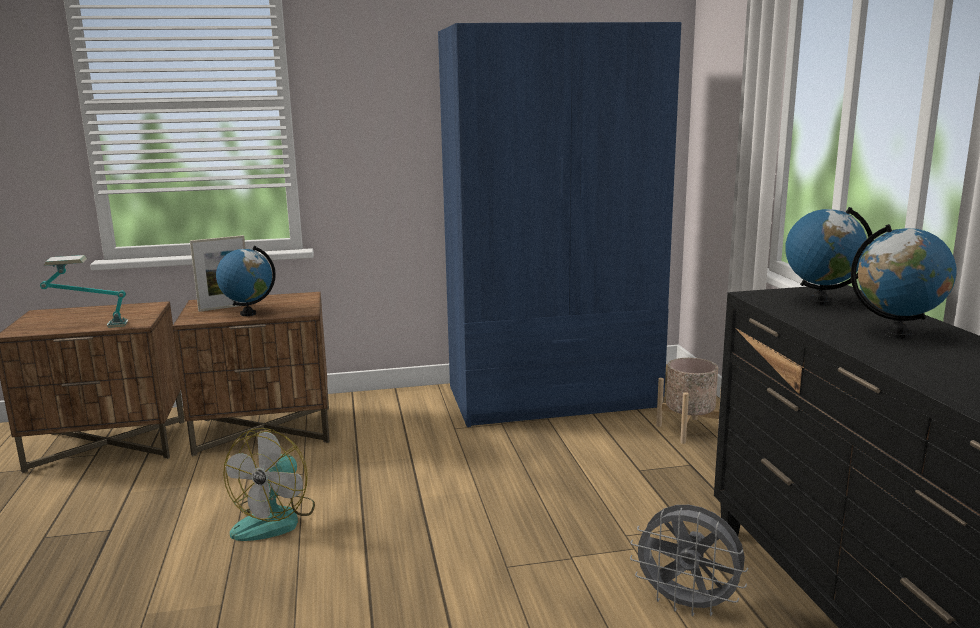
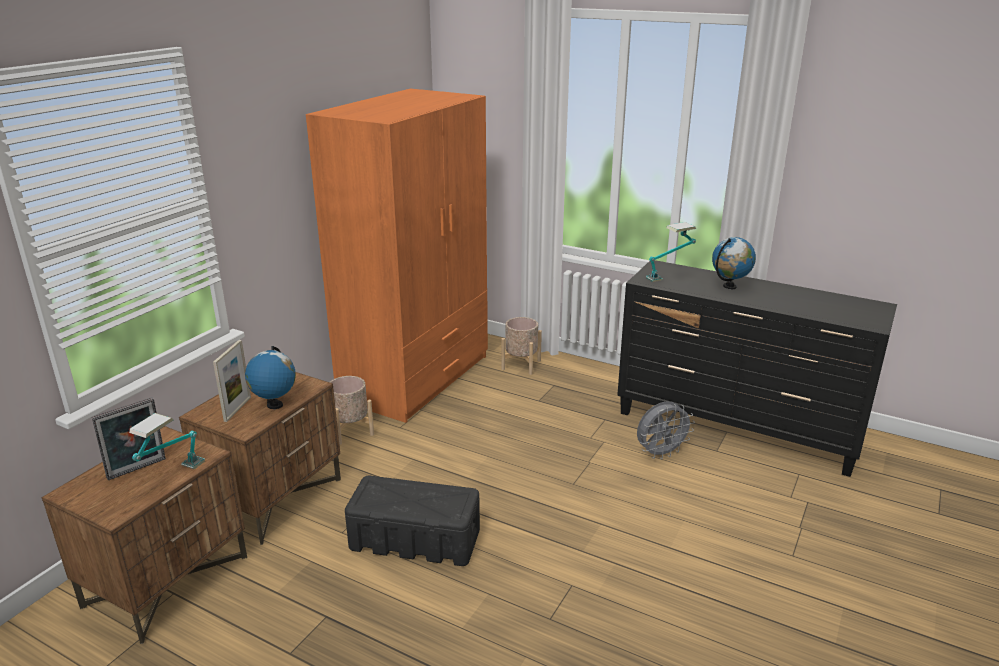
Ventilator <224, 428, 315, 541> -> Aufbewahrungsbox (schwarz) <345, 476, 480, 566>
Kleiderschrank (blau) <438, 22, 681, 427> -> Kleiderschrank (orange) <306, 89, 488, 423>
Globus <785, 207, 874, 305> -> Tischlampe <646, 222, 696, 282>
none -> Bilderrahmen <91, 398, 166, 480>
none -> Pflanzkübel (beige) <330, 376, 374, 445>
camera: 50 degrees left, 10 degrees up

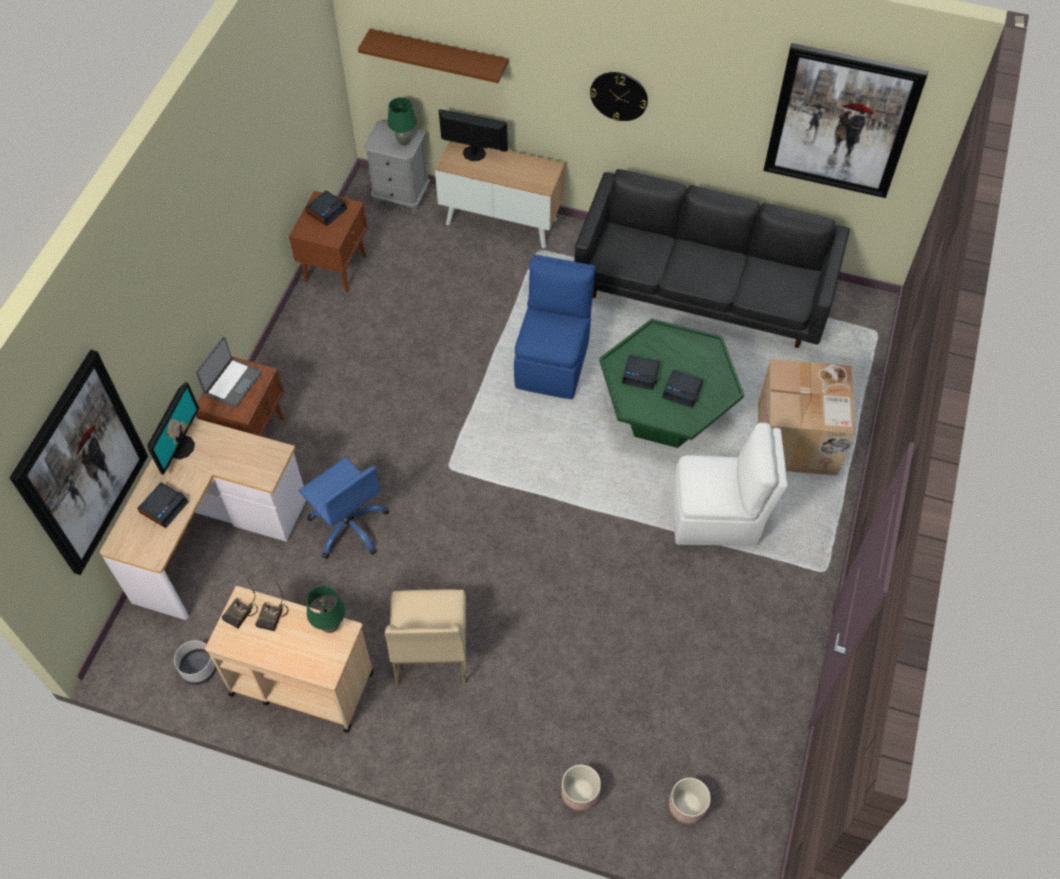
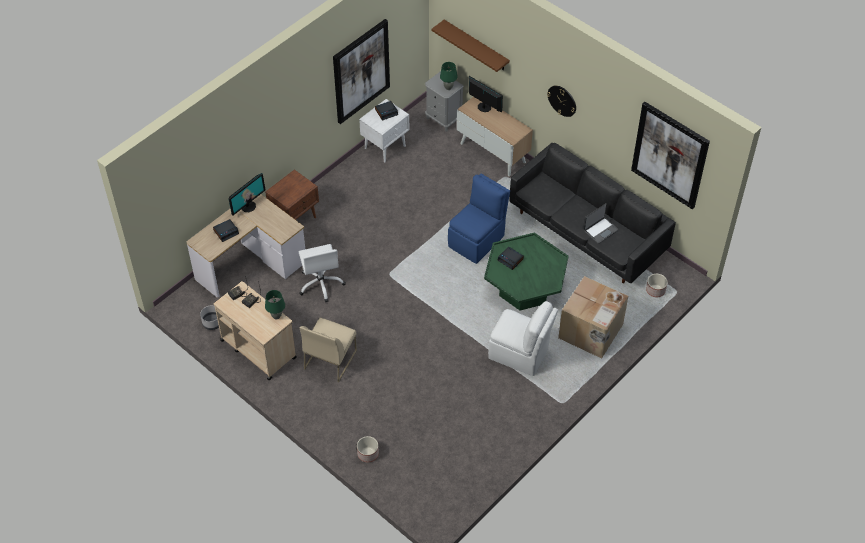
Bild <10, 350, 148, 575> -> Bild <333, 19, 390, 124>, relocated
Laptop <196, 336, 262, 408> -> Laptop <584, 203, 619, 244>, relocated
Nachttisch (braun) <289, 191, 368, 292> -> Nachttisch (weiß) <359, 99, 410, 162>
Bürostuhl (blau) <299, 457, 389, 559> -> Bürostuhl (weiß) <299, 244, 346, 302>
Wecker <662, 370, 703, 408> -> none
Pflanzkübel <669, 778, 711, 824> -> Pflanzkübel <646, 274, 667, 297>, relocated
camera: 25 degrees right, 5 degrees down

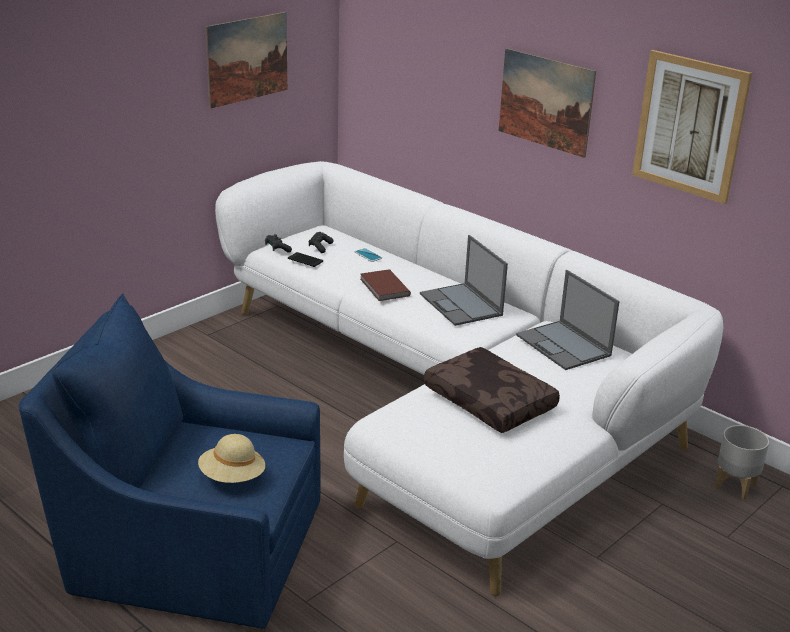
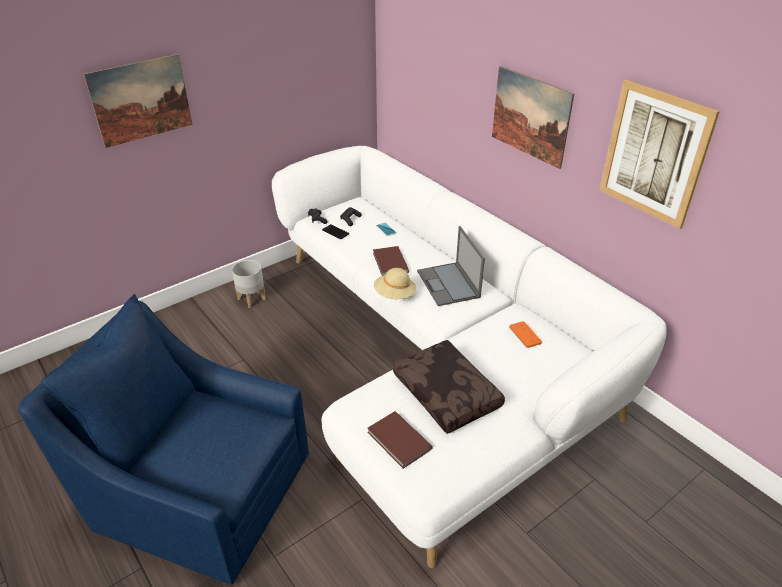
Hut (beige) <198, 434, 265, 483> -> Hut (beige) <374, 268, 416, 299>, relocated
Bild <206, 12, 287, 108> -> Bild <84, 54, 193, 148>, relocated
Laptop <516, 270, 620, 370> -> Gamepad (orange) <509, 321, 542, 348>
Pflanzkübel (grau) <714, 425, 769, 500> -> Pflanzkübel (grau) <232, 260, 266, 308>, relocated
none -> Buch (braun) <367, 411, 433, 469>
camera: 10 degrees right, 10 degrees up

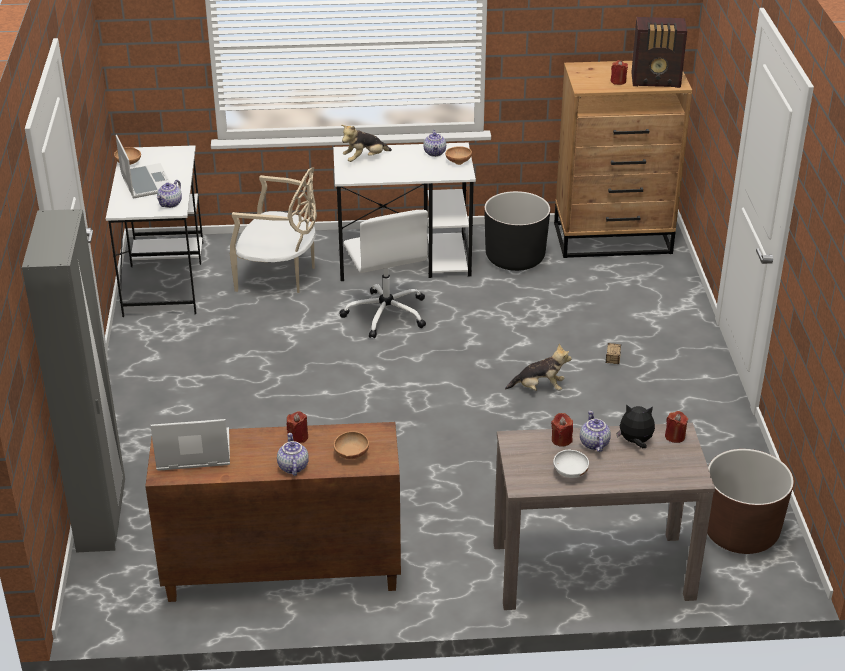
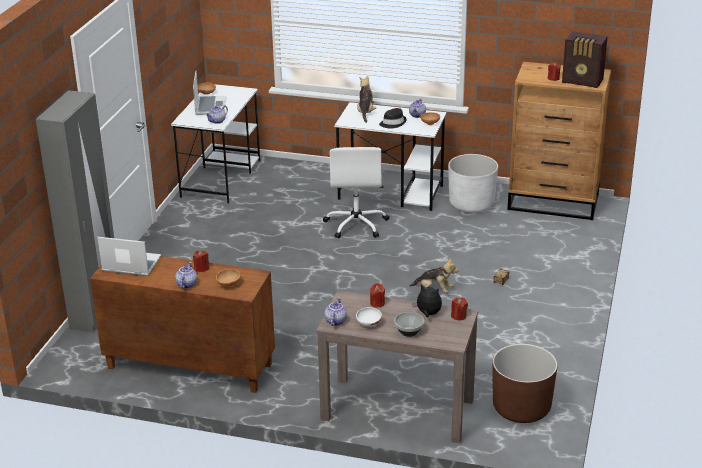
Stuhl (beige) <230, 167, 317, 293> -> none
Plüschtier <342, 125, 392, 162> -> Plüschtier <357, 75, 377, 123>, 105 degrees clockwise
Pflanzkübel (schwarz) <484, 191, 550, 271> -> Pflanzkübel (weiß) <448, 154, 498, 213>
Teekanne <580, 411, 611, 452> -> Teekanne <324, 297, 347, 326>, relocated
none -> Hut (schwarz) <379, 108, 406, 128>
none -> Schüssel <394, 312, 424, 337>
camera: 20 degrees right, 5 degrees down

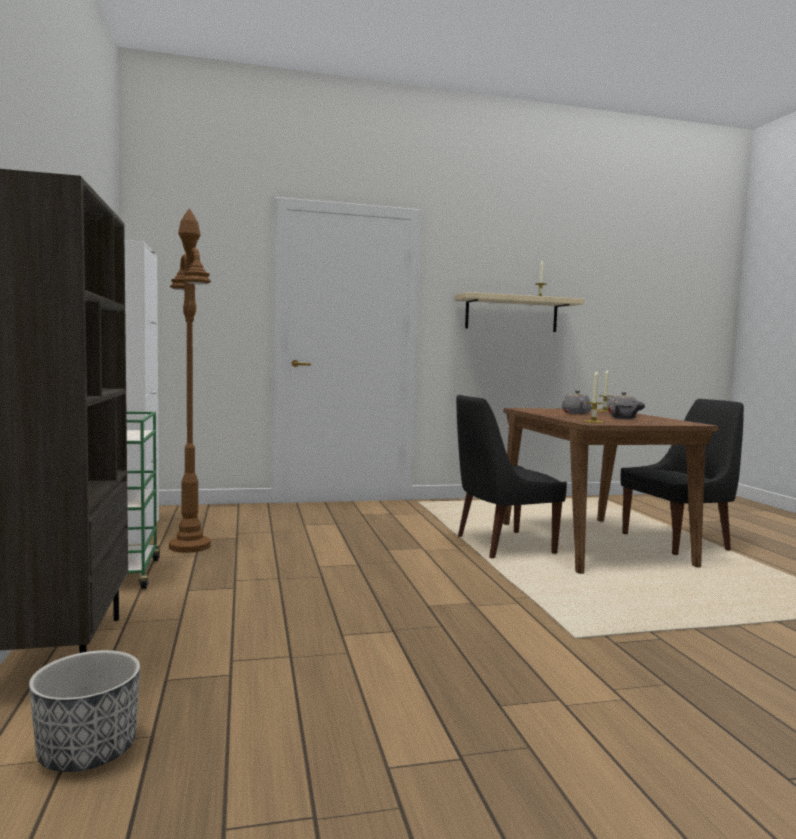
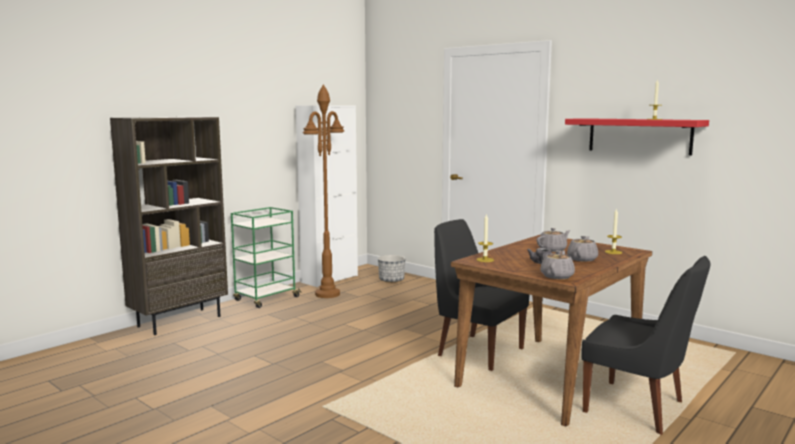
Pflanzkübel <29, 650, 140, 772> -> Pflanzkübel <378, 255, 406, 283>, relocated
Wandregal (beige) <455, 292, 584, 332> -> Wandregal (rot) <565, 118, 709, 155>
none -> Teekanne (grau) <540, 250, 575, 279>
camera: 55 degrees right, 5 degrees up

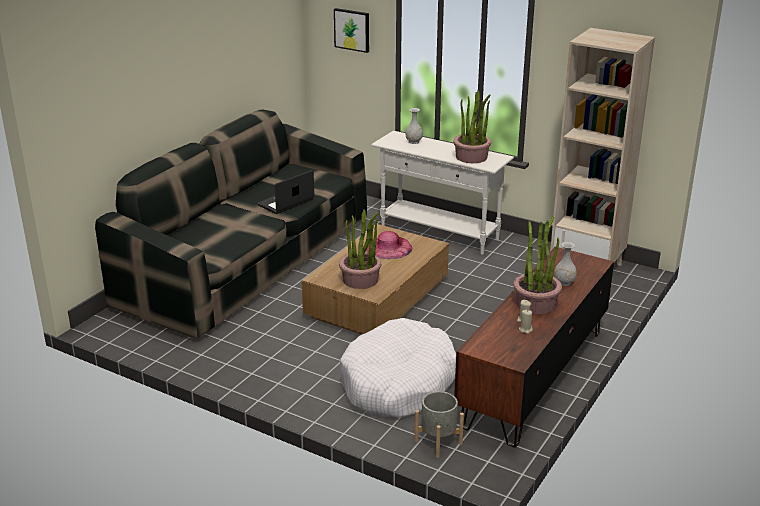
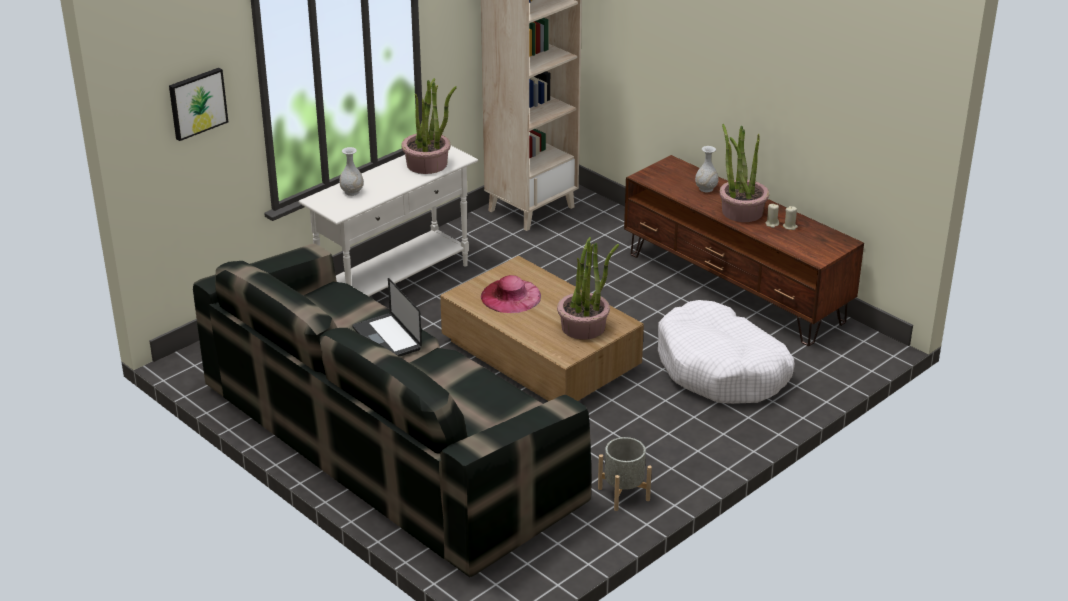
Pflanzkübel (grau) <415, 391, 464, 458> -> Pflanzkübel (grau) <598, 437, 652, 511>, relocated
camera: 75 degrees left, 5 degrees up

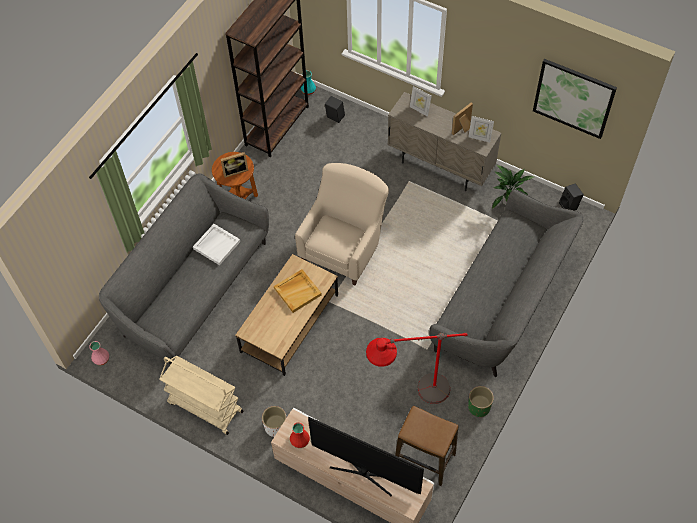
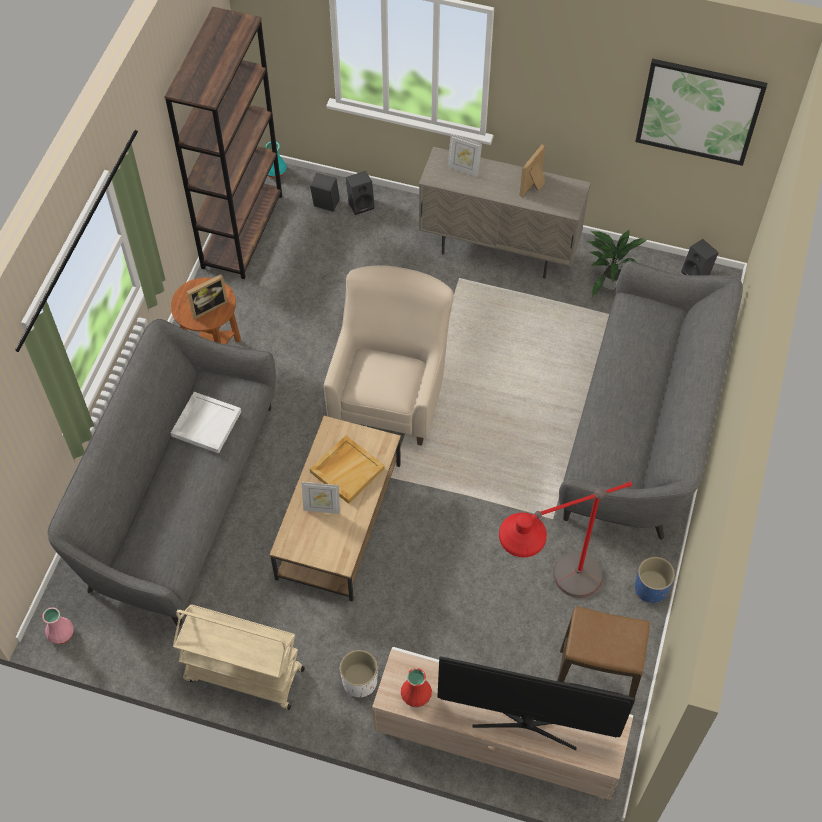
Bilderrahmen <468, 116, 494, 143> -> Bilderrahmen <301, 482, 340, 514>, relocated
Pflanzkübel (grün) <468, 386, 494, 417> -> Pflanzkübel (blau) <635, 557, 675, 603>
none -> Lautsprecher (schwarz) <346, 171, 375, 215>
camera: 15 degrees left, 0 degrees up

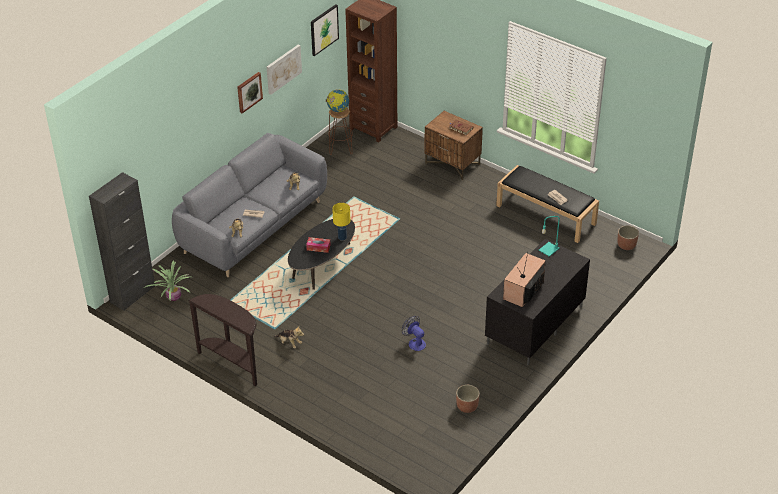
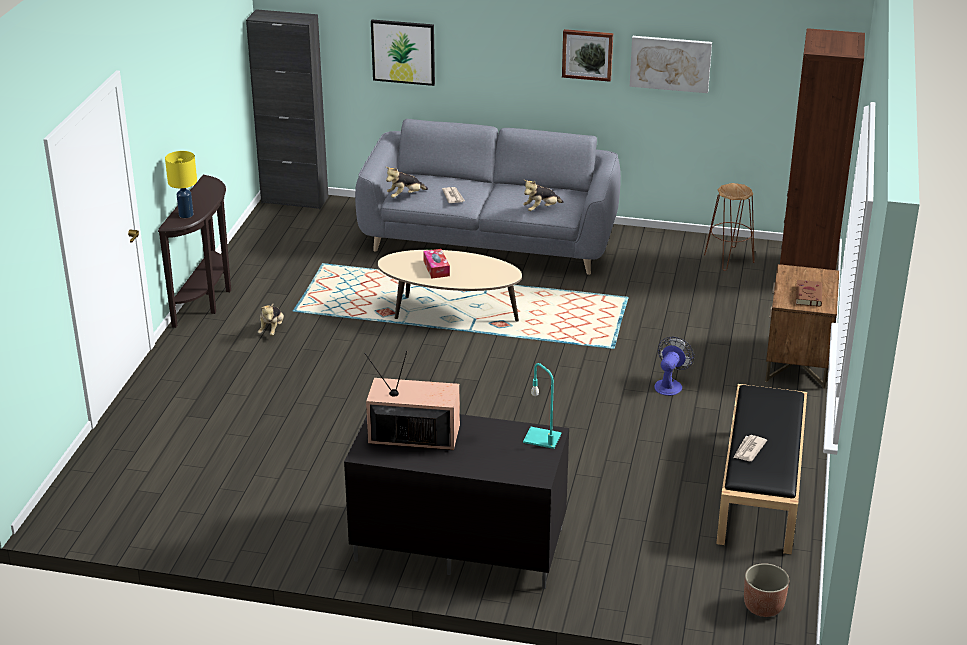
Topfpflanze <144, 260, 191, 301> -> none
Couchtisch (schwarz) <288, 219, 355, 290> -> Couchtisch (beige) <378, 250, 522, 322>
Bild <311, 4, 339, 56> -> Bild <371, 20, 435, 86>, relocated
Globus <326, 89, 349, 112> -> none
Tischlampe (gelb) <332, 203, 350, 240> -> Tischlampe (gelb) <165, 151, 197, 218>, relocated
Ventilator <402, 316, 426, 351> -> Ventilator <654, 336, 694, 396>, relocated
Pflanzkübel <456, 385, 480, 413> -> none
camera: 65 degrees right, 10 degrees down

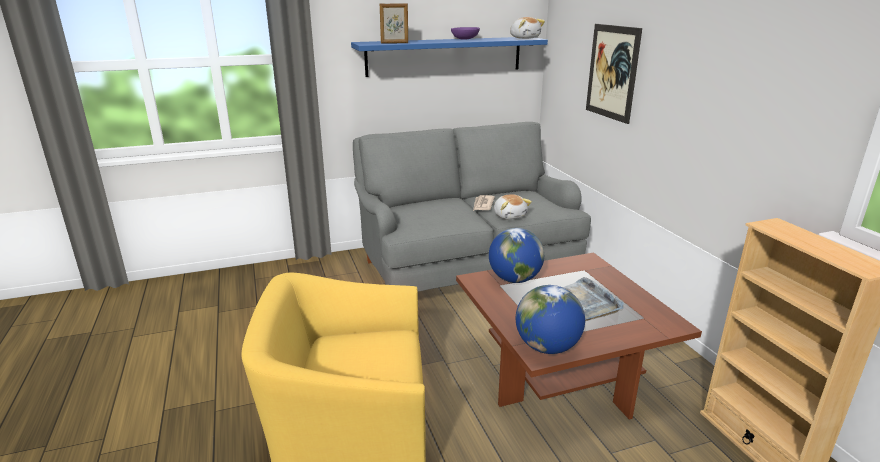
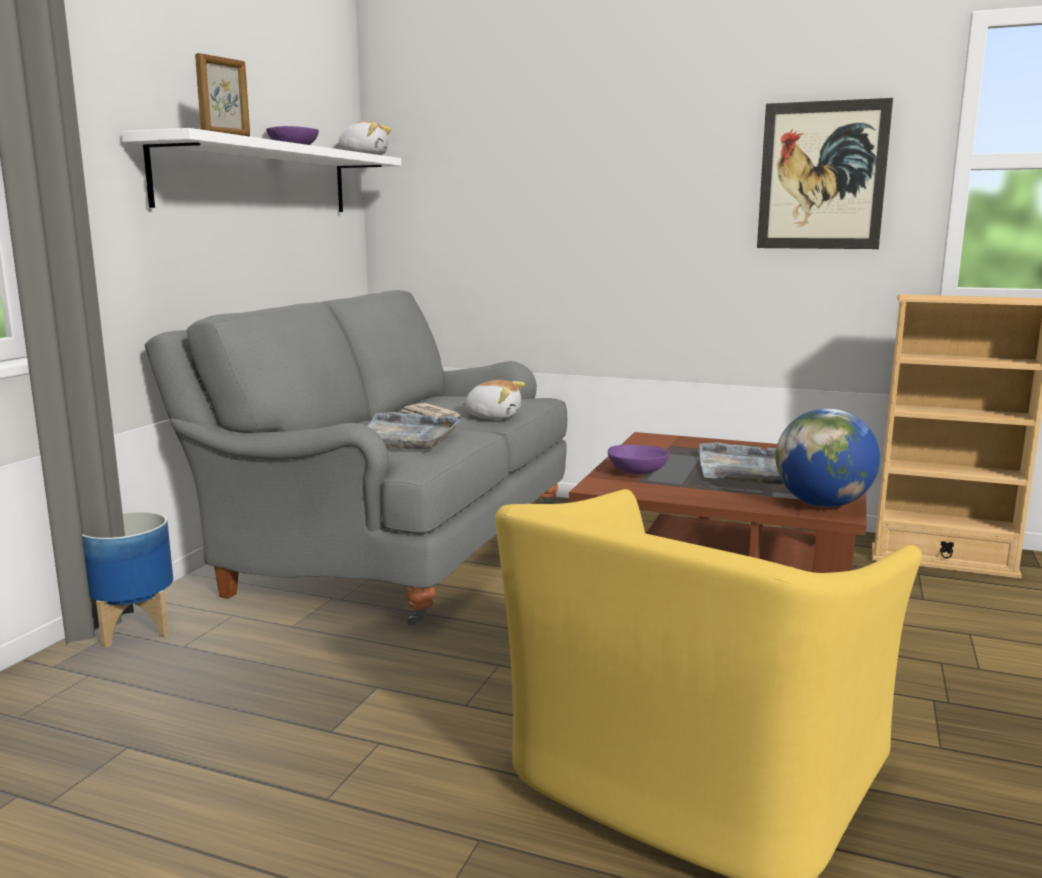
Wandregal (blau) <351, 37, 548, 77> -> Wandregal (weiß) <122, 128, 401, 212>
Globus <489, 228, 544, 283> -> Schüssel (lila) <608, 445, 670, 474>
Bild <586, 24, 642, 124> -> Bild <757, 98, 893, 249>, relocated
none -> Pflanzkübel <82, 511, 173, 648>
none -> Tablett (grau) <368, 412, 462, 449>
camera: 50 degrees left, 10 degrees down

